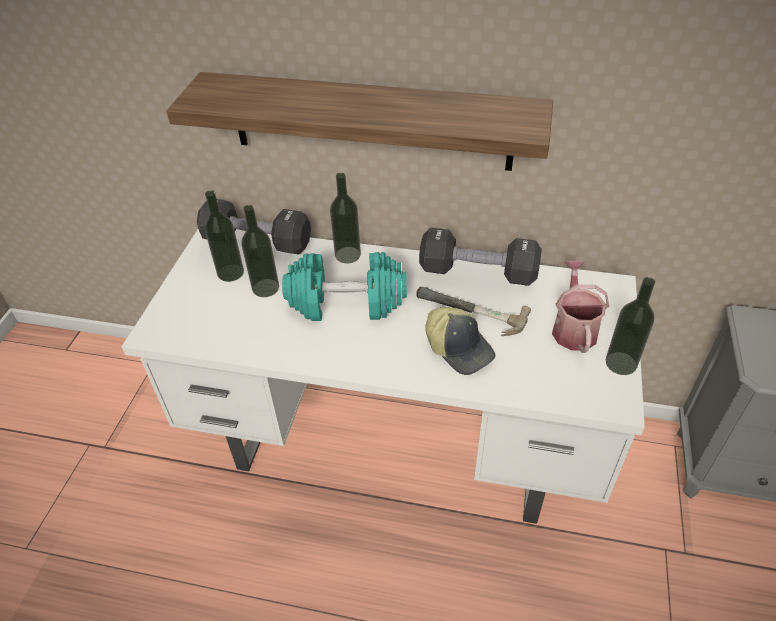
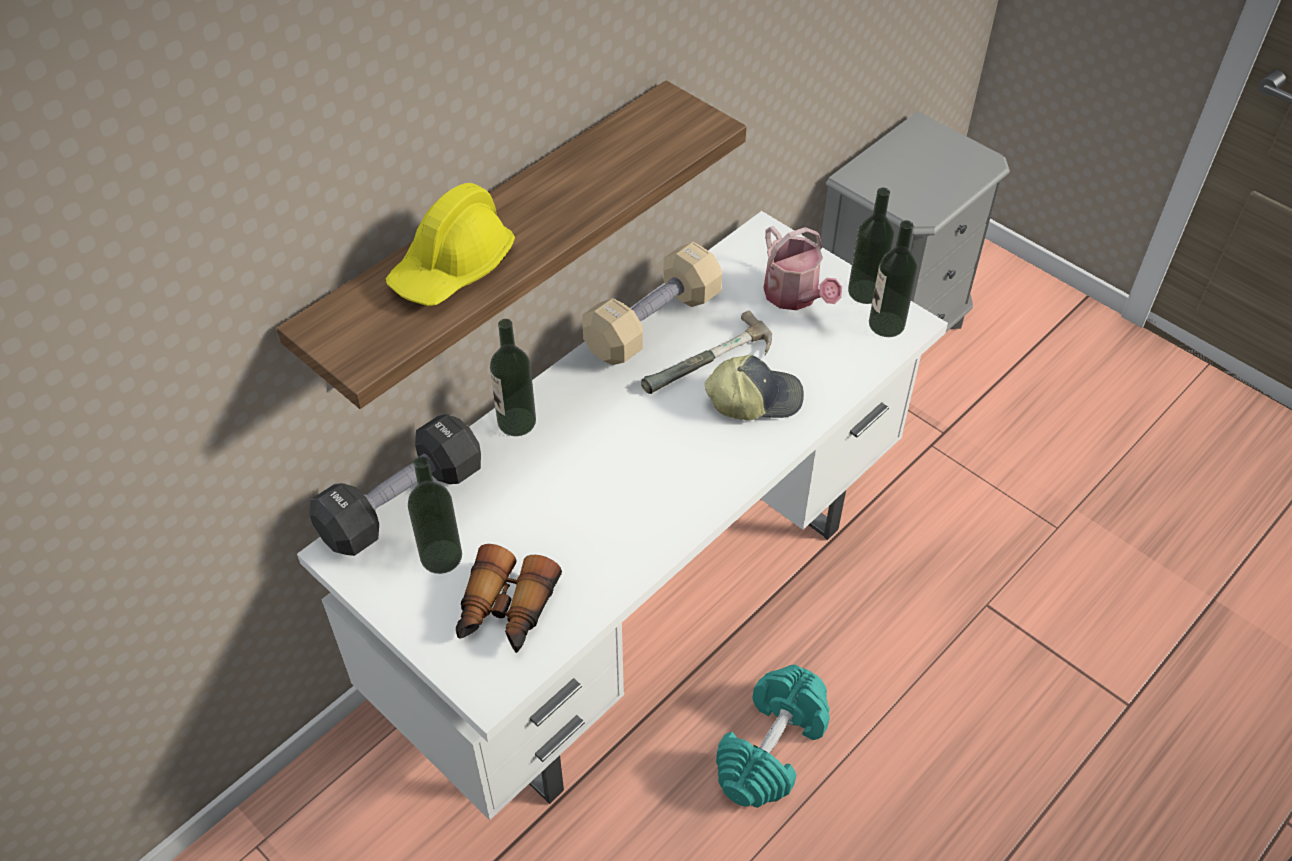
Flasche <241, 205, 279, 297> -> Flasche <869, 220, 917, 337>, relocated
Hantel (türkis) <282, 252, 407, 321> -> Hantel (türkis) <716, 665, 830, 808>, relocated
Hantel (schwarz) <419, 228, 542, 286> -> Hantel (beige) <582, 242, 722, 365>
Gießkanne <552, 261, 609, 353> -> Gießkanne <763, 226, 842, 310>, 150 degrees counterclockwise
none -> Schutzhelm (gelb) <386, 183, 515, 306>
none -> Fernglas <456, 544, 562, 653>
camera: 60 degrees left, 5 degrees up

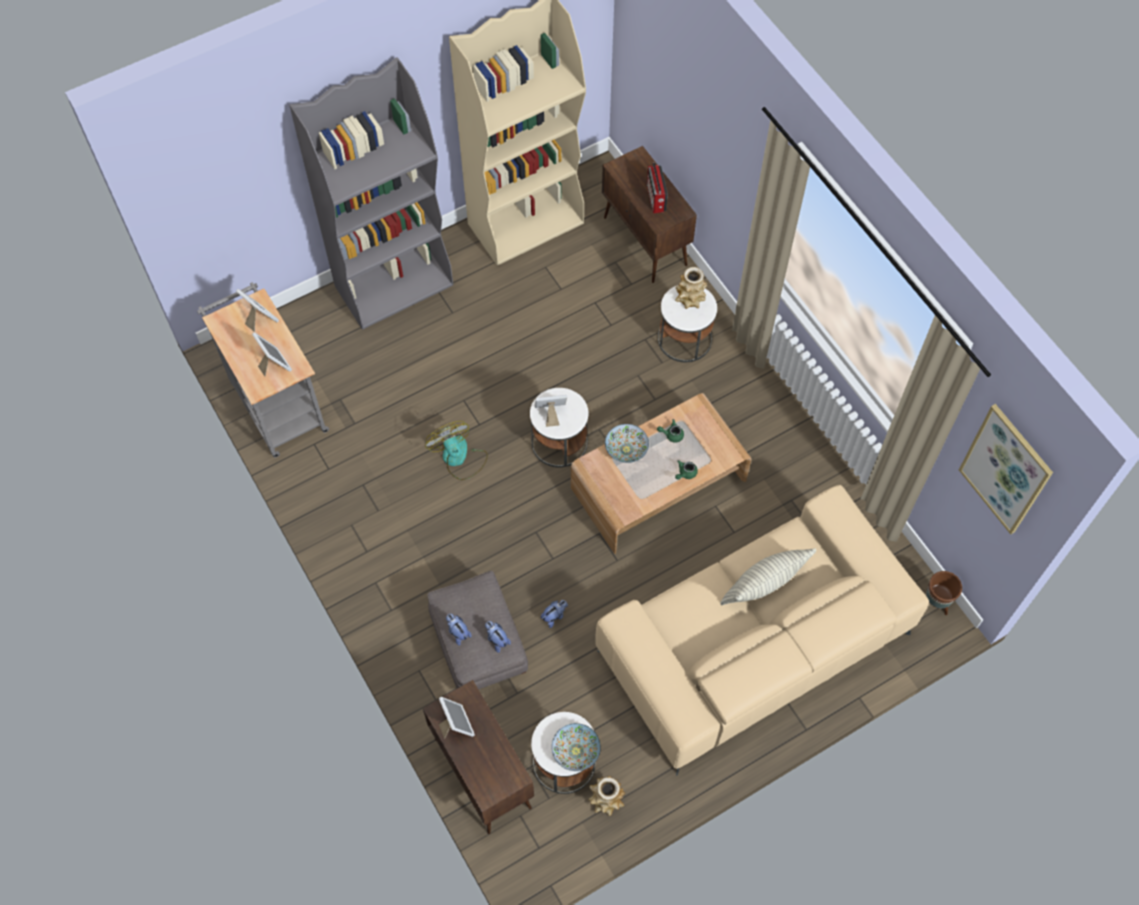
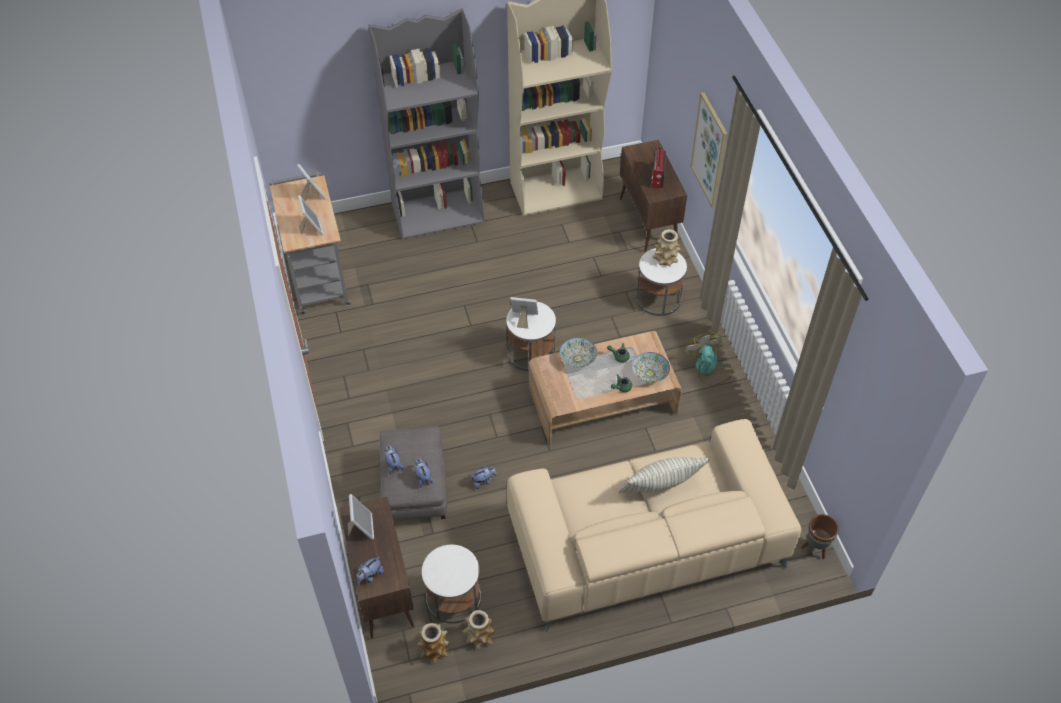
Ventilator <425, 421, 488, 480> -> Ventilator <685, 332, 734, 386>, relocated
Schüssel <552, 723, 601, 771> -> Schüssel <632, 352, 670, 383>, relocated
Bild <959, 404, 1053, 534> -> Bild <690, 92, 728, 207>, relocated
none -> Plüschtier <357, 557, 384, 585>
none -> Vase <417, 623, 450, 664>
camera: 15 degrees right, 10 degrees down

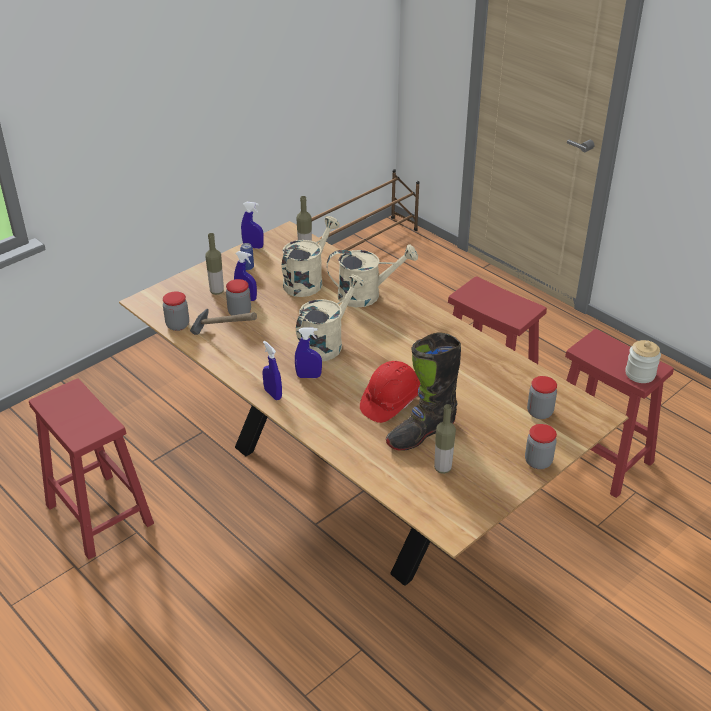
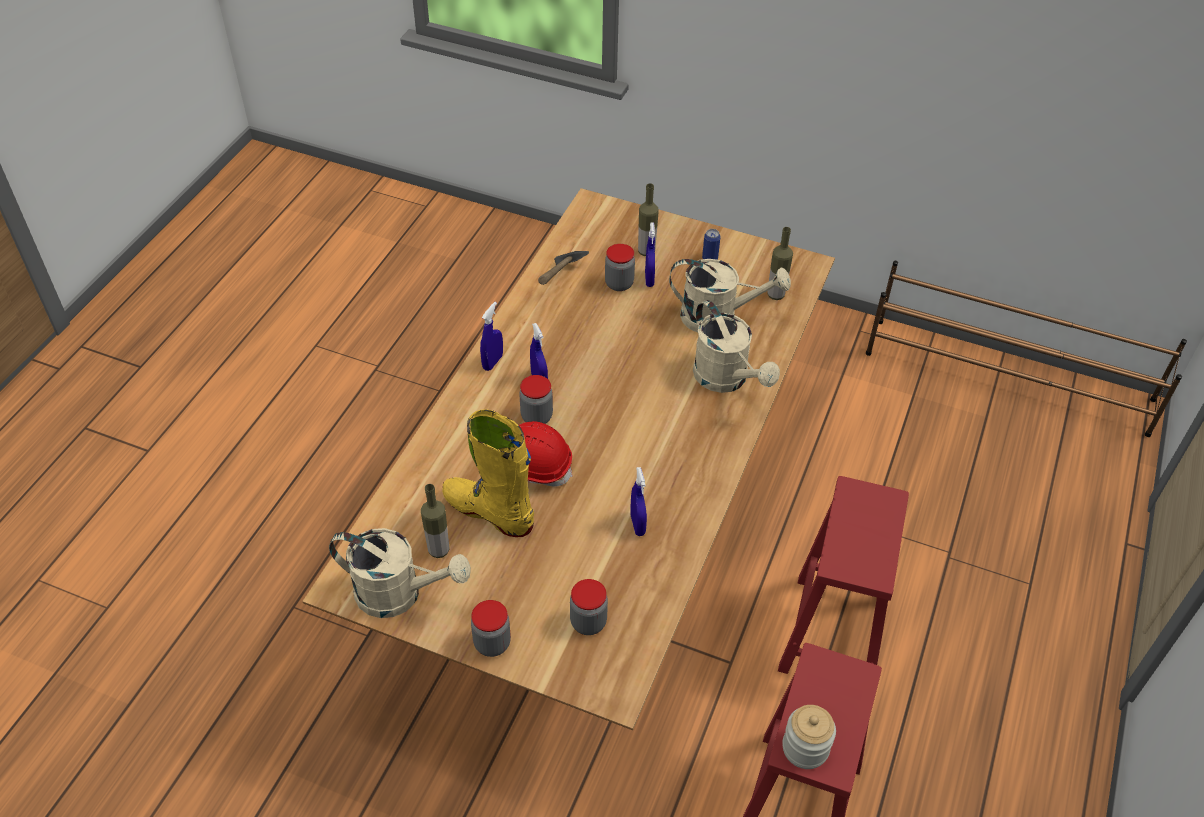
Hocker (rot) <29, 379, 154, 559> -> none
Vorratsglas <163, 291, 189, 331> -> Vorratsglas <519, 375, 553, 424>, relocated
Sprühflasche (blau) <241, 202, 264, 249> -> Sprühflasche (blau) <630, 467, 647, 536>, relocated
Gießkanne (beige) <296, 274, 365, 361> -> Gießkanne (beige) <329, 528, 471, 618>, relocated
Stiefel (schwarz) <386, 332, 461, 451> -> Stiefel (gelb) <442, 409, 534, 537>
camera: 65 degrees right, 10 degrees up

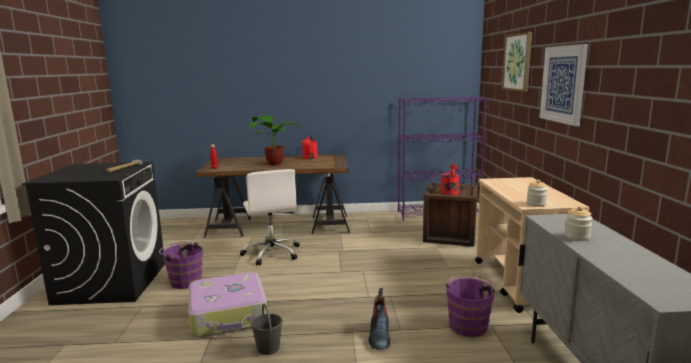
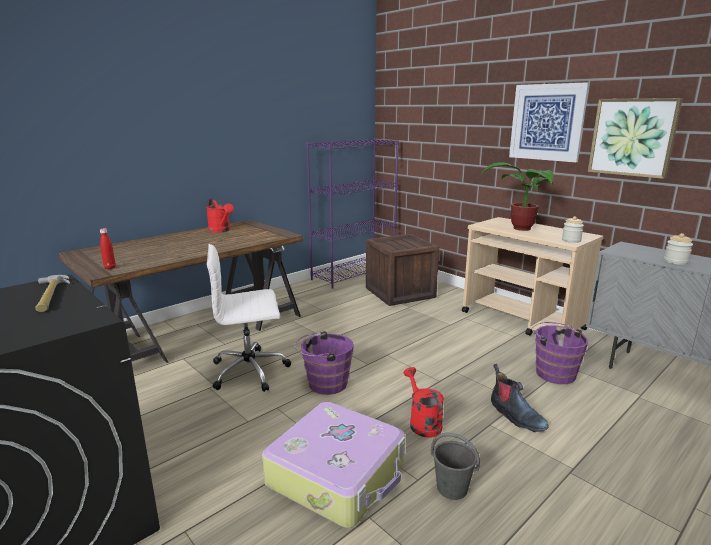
Eimer (lila) <159, 242, 203, 289> -> Eimer (lila) <294, 331, 354, 395>, relocated
Bürostuhl (weiß) <240, 169, 300, 265> -> Bürostuhl (weiß) <207, 244, 291, 392>, 135 degrees clockwise
Topfpflanze <249, 115, 302, 166> -> Topfpflanze <481, 162, 553, 231>, relocated
Gießkanne (rot) <441, 164, 459, 195> -> Gießkanne (rot) <403, 367, 444, 438>, relocated
Bild <502, 32, 532, 92> -> Bild <588, 98, 683, 179>, relocated
camera: 40 degrees left, 5 degrees up

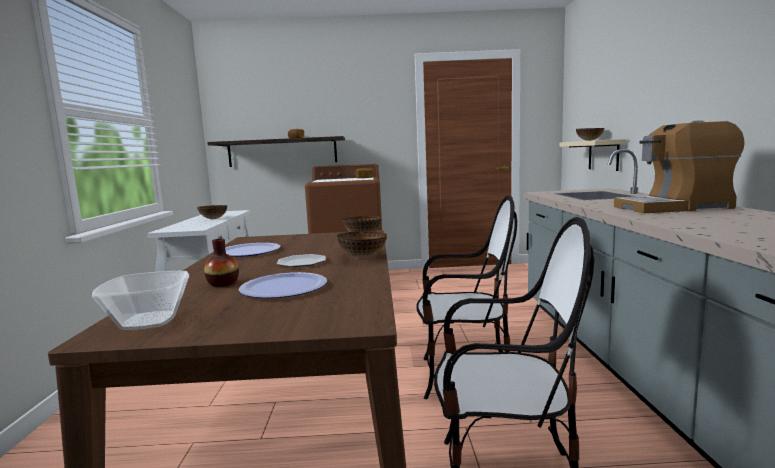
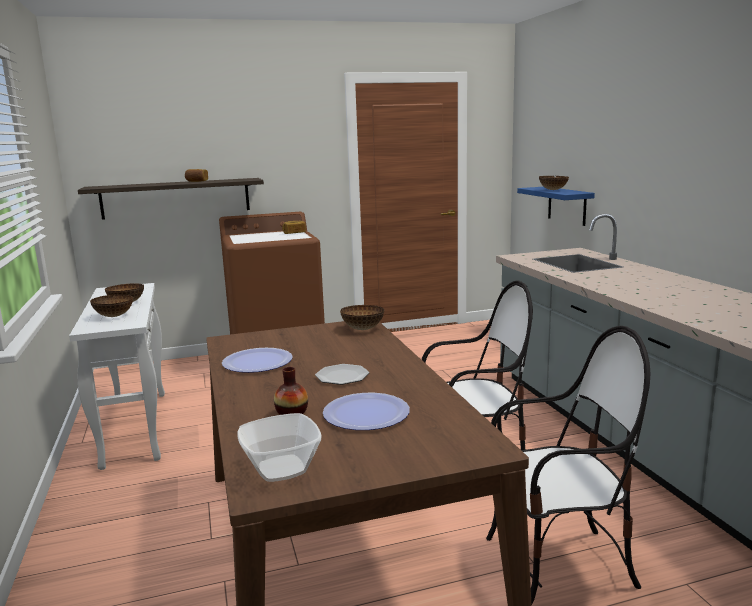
Schüssel <337, 231, 387, 258> -> Schüssel <90, 294, 133, 317>, relocated
Wandregal (beige) <559, 139, 626, 171> -> Wandregal (blau) <517, 187, 595, 226>
Kaffeemaschine <614, 120, 745, 213> -> none
camera: 15 degrees left, 5 degrees up

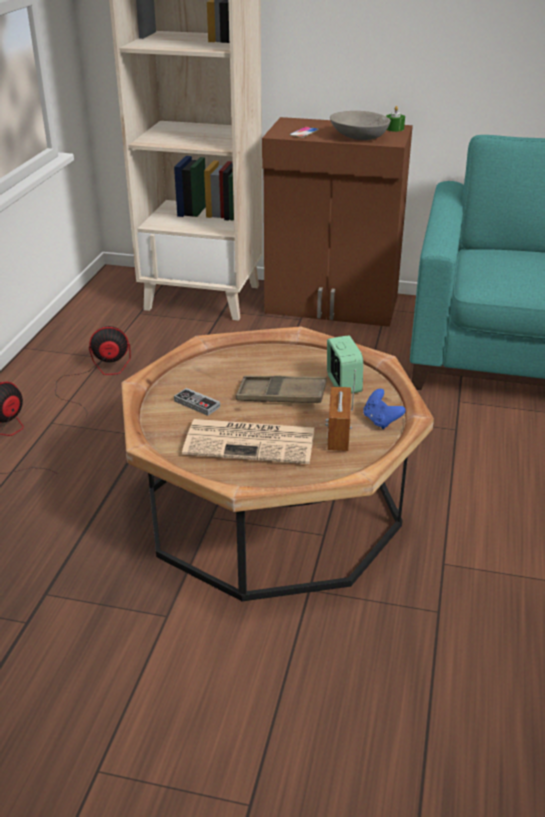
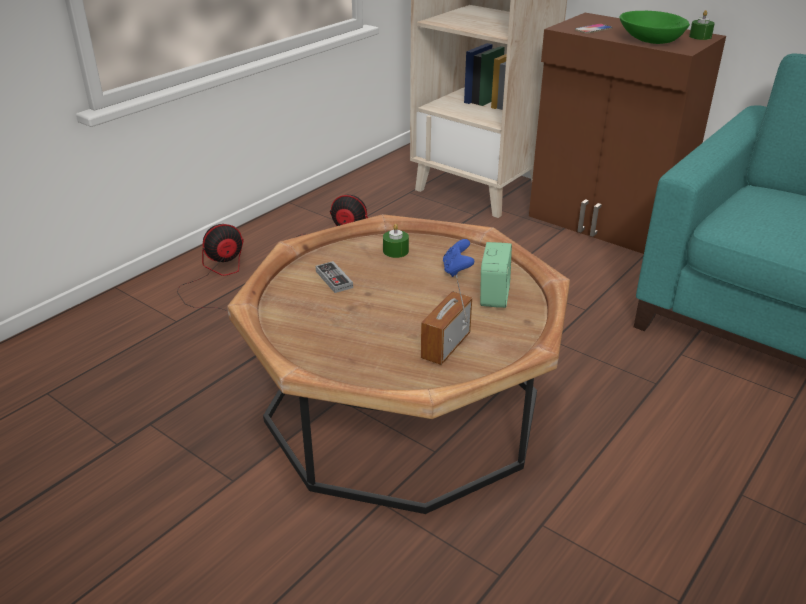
Zeitung <182, 419, 315, 464> -> none
Tablett (braun) <236, 375, 326, 403> -> none
Schüssel (grau) <330, 111, 391, 140> -> Schüssel (grün) <620, 11, 690, 44>
Gamepad (blau) <363, 389, 406, 429> -> Gamepad (blau) <443, 239, 474, 277>, relocated
none -> Kerze (grün) <383, 224, 409, 258>
camera: 25 degrees right, 0 degrees up

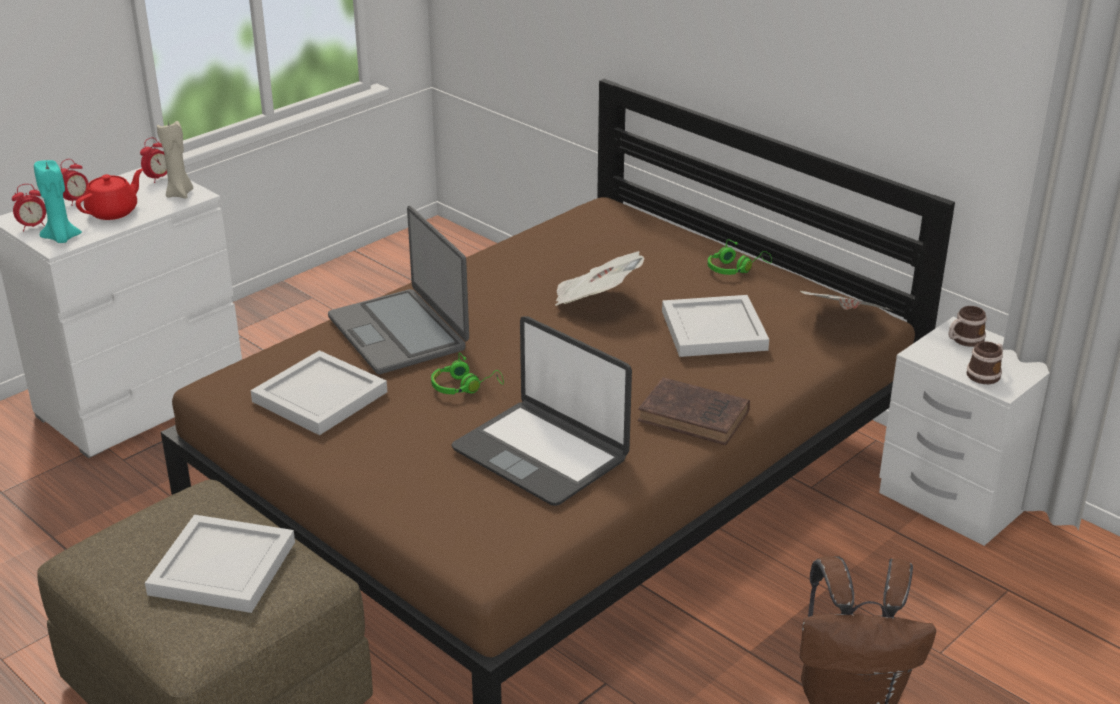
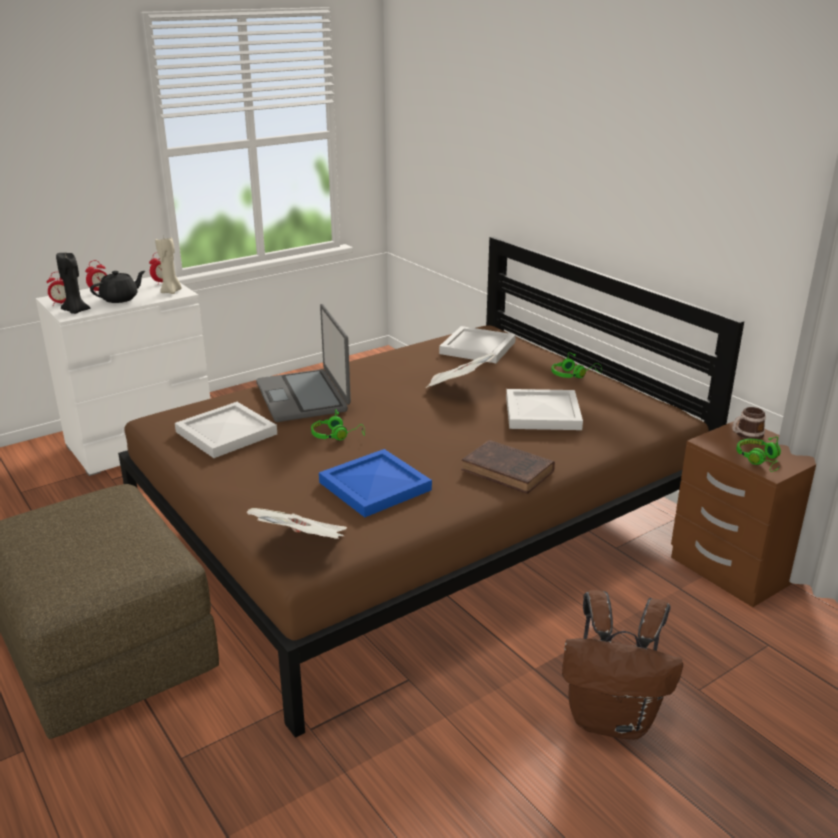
Kerze (türkis) <34, 160, 82, 243> -> Kerze (schwarz) <56, 253, 90, 314>
Teekanne (rot) <76, 169, 143, 220> -> Teekanne (schwarz) <90, 271, 145, 303>
Tablett (weiß) <145, 515, 295, 613> -> Tablett (weiß) <439, 326, 516, 363>, relocated
Laptop <451, 316, 632, 506> -> Tablett (blau) <319, 449, 432, 517>
Zeitung <800, 291, 893, 311> -> Zeitung <247, 508, 347, 539>, relocated
Nachttisch (weiß) <879, 317, 1050, 546> -> Nachttisch (braun) <671, 420, 816, 607>
Henkelbecher <967, 342, 1003, 384> -> Kopfhörer (grün) <736, 436, 781, 472>
camera: 10 degrees right, 5 degrees down

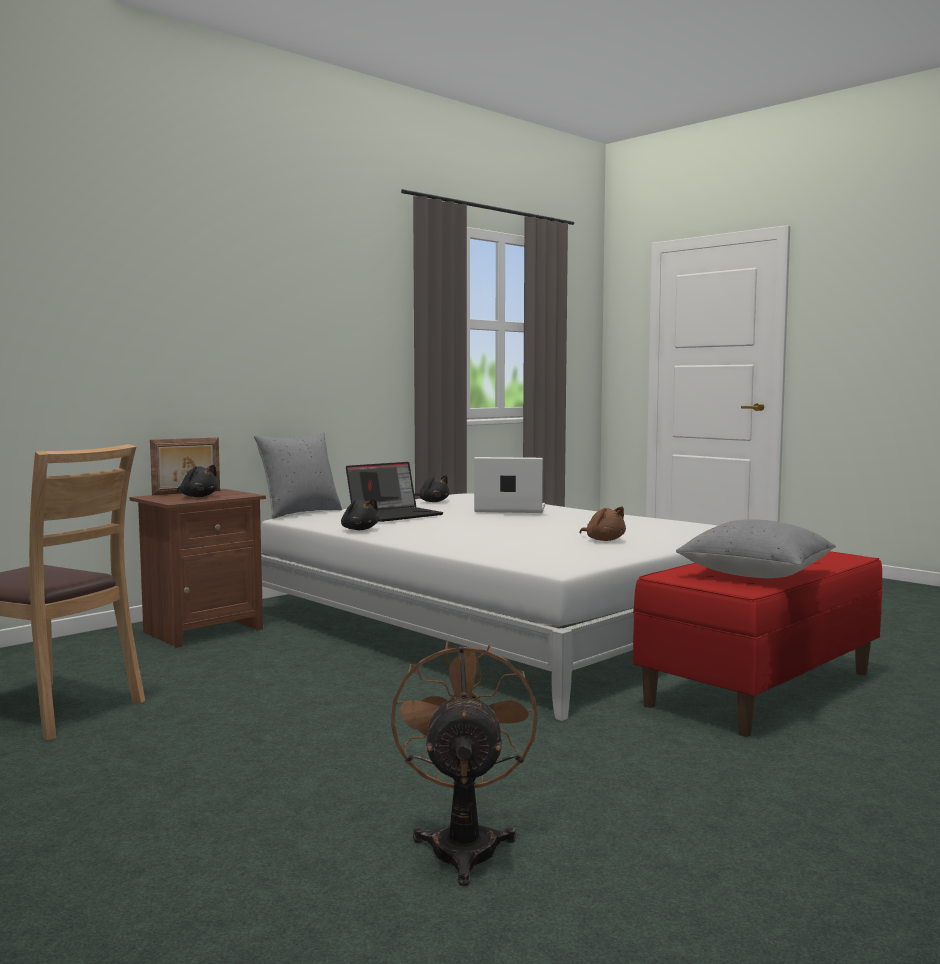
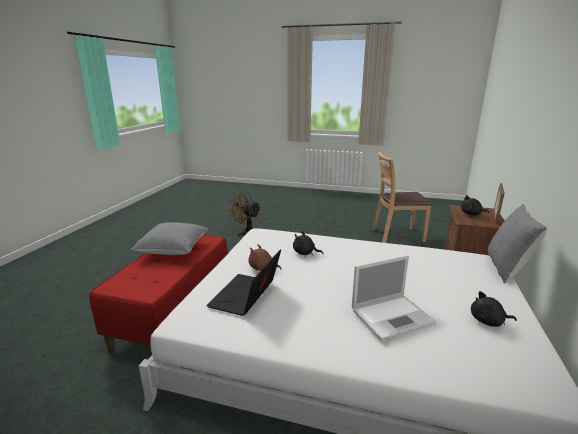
Plüschtier (schwarz) <341, 498, 379, 530> -> Plüschtier (schwarz) <293, 231, 324, 256>, relocated
Laptop <346, 462, 444, 522> -> Laptop <206, 249, 281, 316>, relocated
Ventilator (braun) <391, 641, 538, 886> -> Ventilator (braun) <227, 191, 260, 236>, 150 degrees clockwise
camera: 150 degrees right, 15 degrees up

